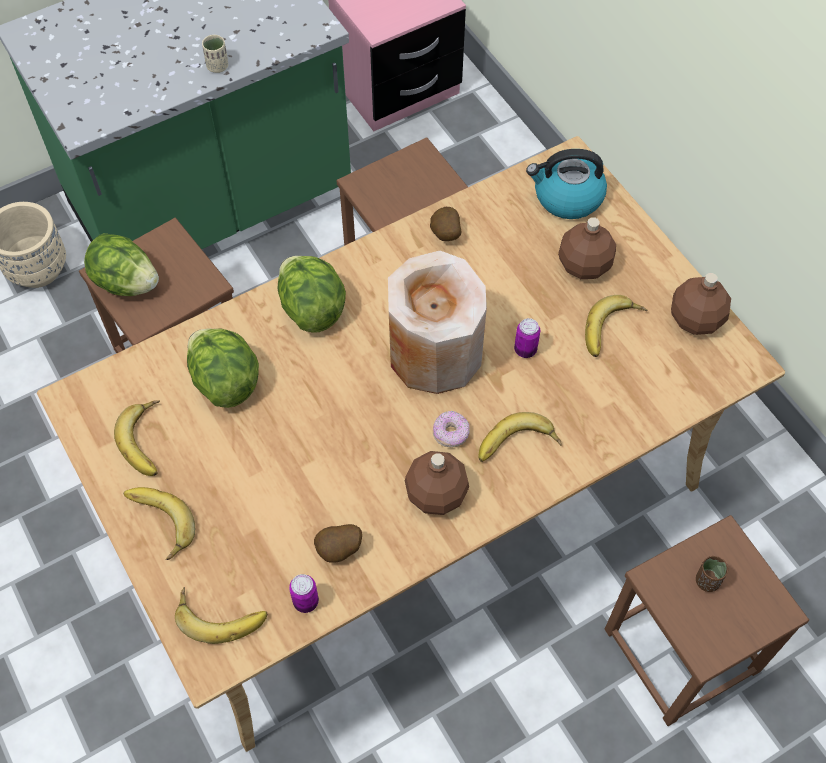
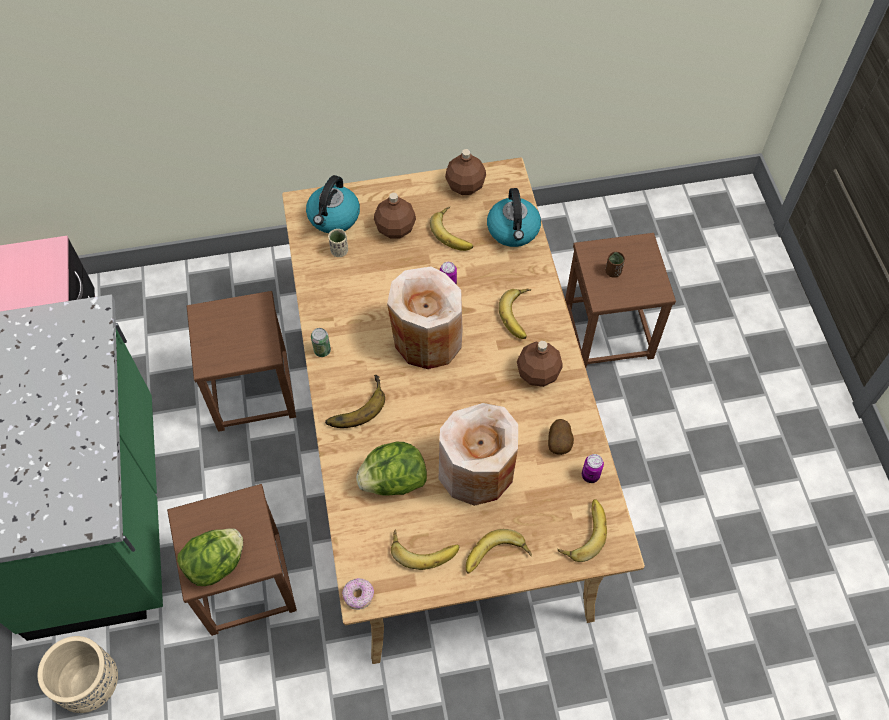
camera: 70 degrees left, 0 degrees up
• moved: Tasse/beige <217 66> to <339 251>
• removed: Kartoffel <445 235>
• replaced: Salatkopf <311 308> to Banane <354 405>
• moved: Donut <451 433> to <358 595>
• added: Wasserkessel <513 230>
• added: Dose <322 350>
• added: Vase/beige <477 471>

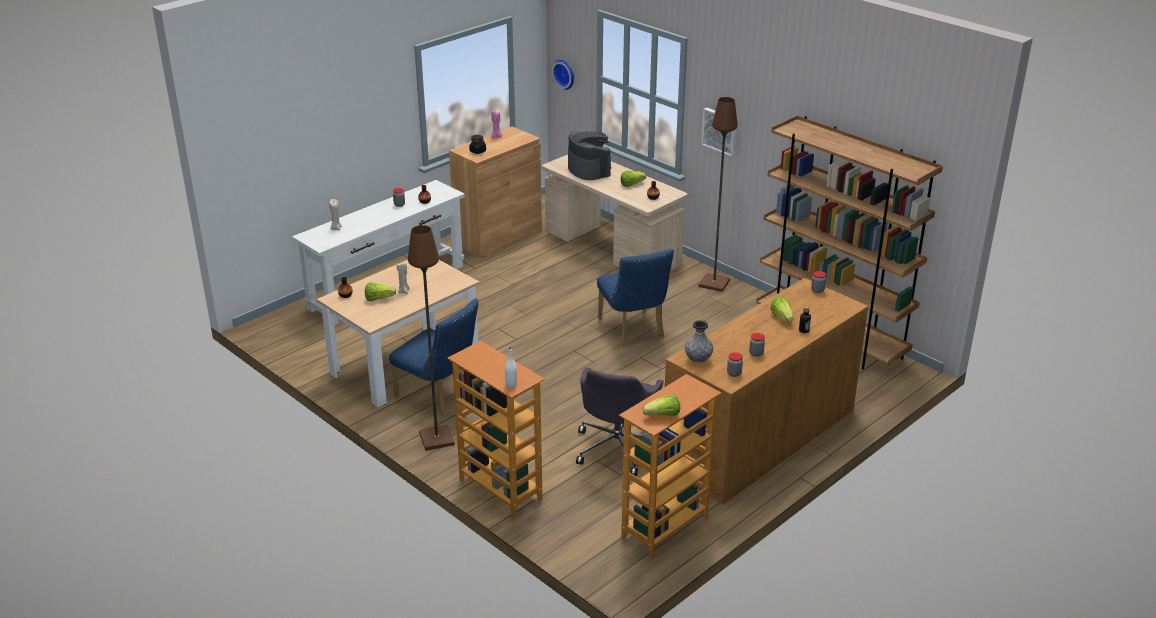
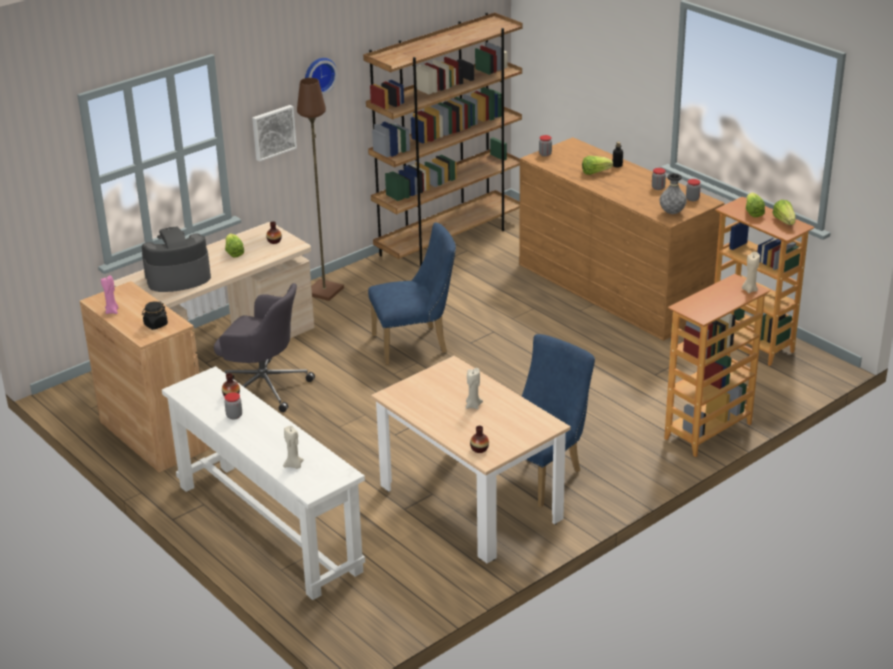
camera: 85 degrees left, 0 degrees up
• moved: Wanduhr <565 73> to <318 75>
• removed: Stehlampe/braun <436 439>
• moved: Salatkopf <378 298> to <753 212>
• replaced: Flasche/weiß <511 385> to Kerze/beige <749 290>
• moved: Bürostuhl/grau <618 447> to <263 387>

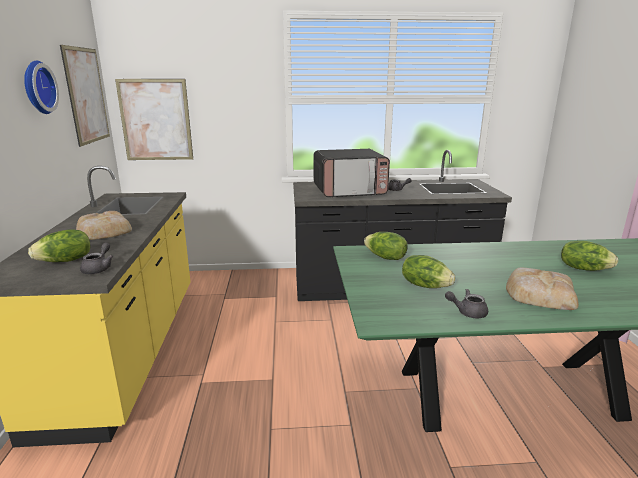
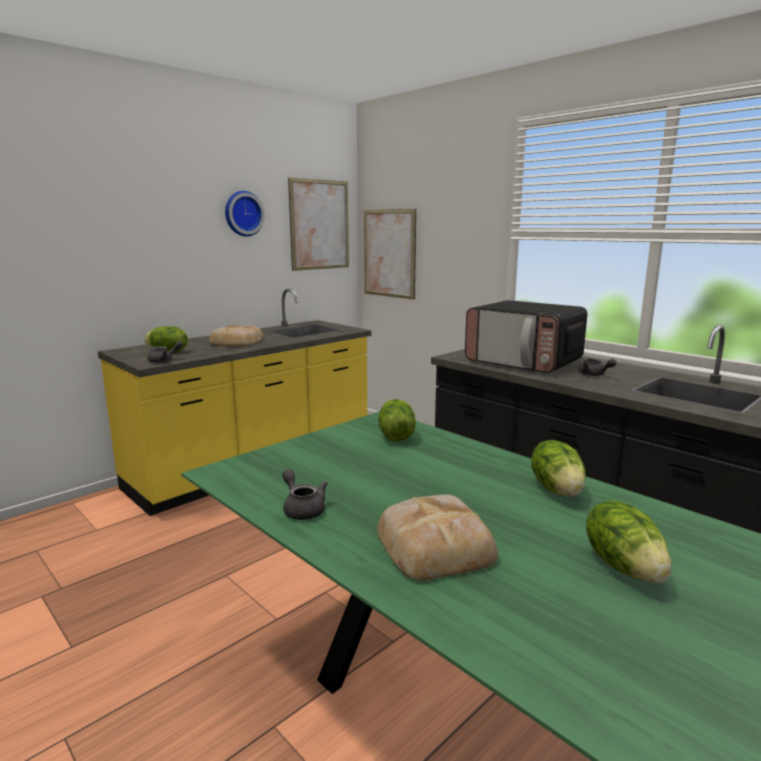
camera: 50 degrees right, 5 degrees down
• moved: Salatkopf <425 285> to <558 489>

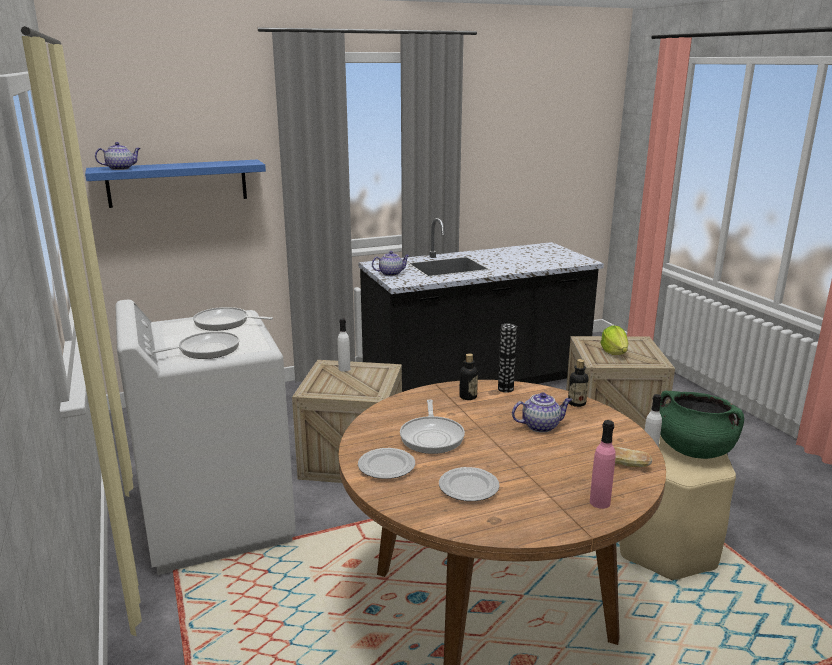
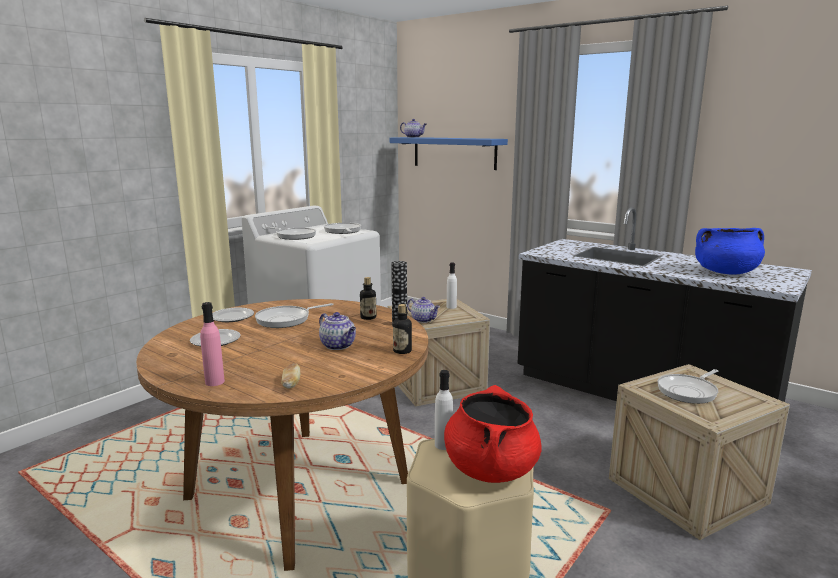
camera: 60 degrees right, 5 degrees down
• moved: Teekanne <391 273> to <424 320>
• replaced: Salatkopf <614 352> to Pfanne <689 391>
• recoloured: Kochtopf/grün <693 450> to Kochtopf/rot <490 469>
• added: Kochtopf/blau <725 272>

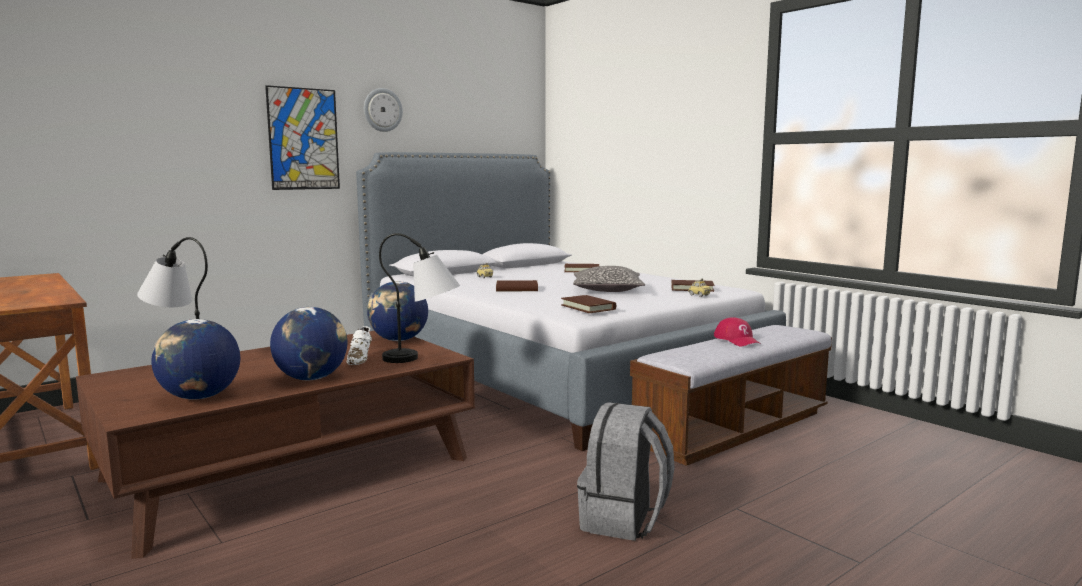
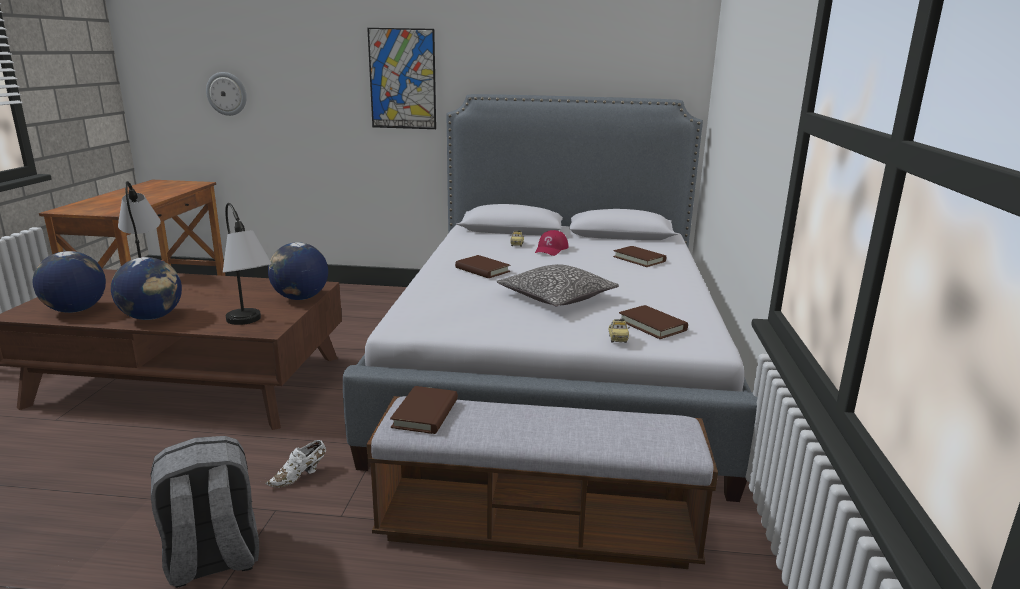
camera: 45 degrees right, 10 degrees up
• moved: Wanduhr <382 110> to <227 93>
• moved: Buch/braun <588 307> to <425 413>
• moved: Kappe/rot <737 340> to <551 249>
• moved: Schuh/weiß <360 359> to <300 476>

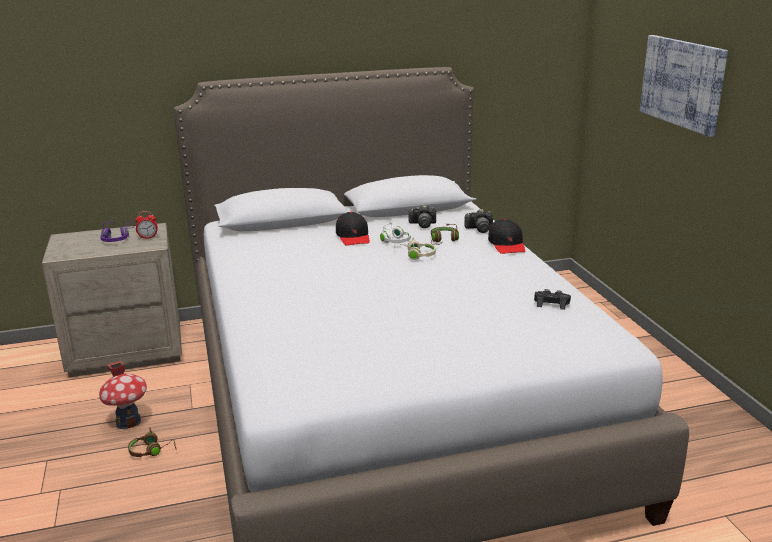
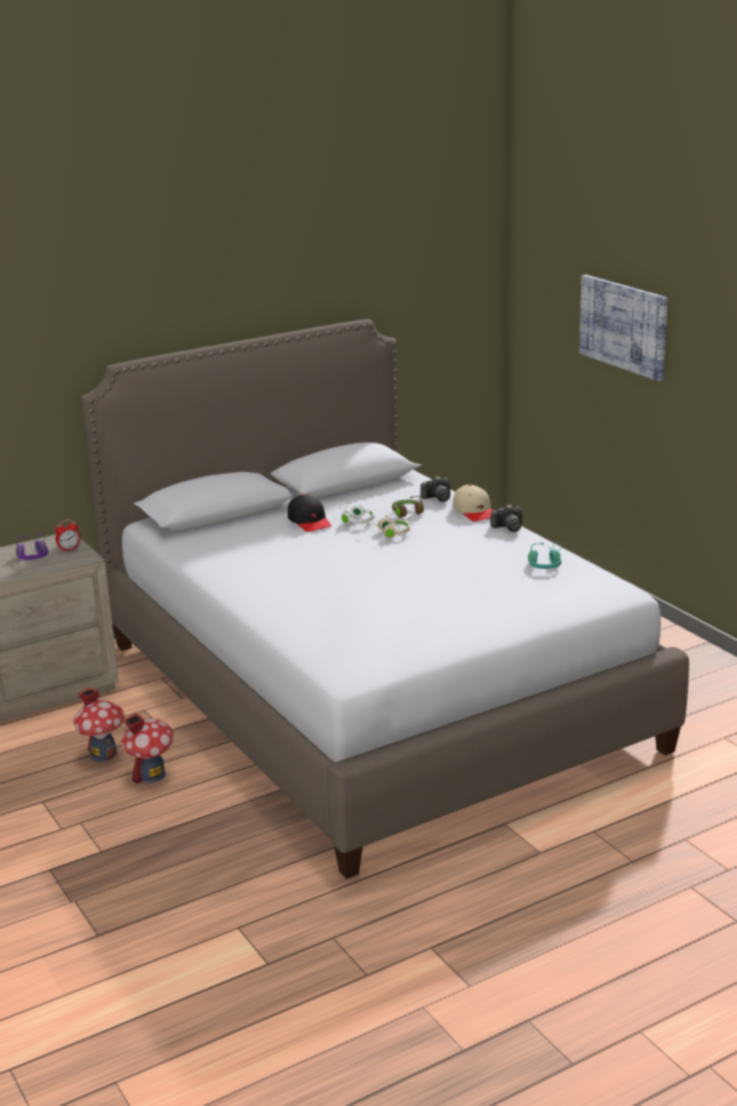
camera: 15 degrees left, 0 degrees up
• moved: Kamera <422 224> to <508 527>
• recoloured: Kappe/schwarz <507 244> to Kappe/beige <474 511>
• replaced: Gamepad/schwarz <551 303> to Kopfhörer/türkis <546 563>
• replaced: Kopfhörer/braun <152 450> to Spielzeughaus <151 775>

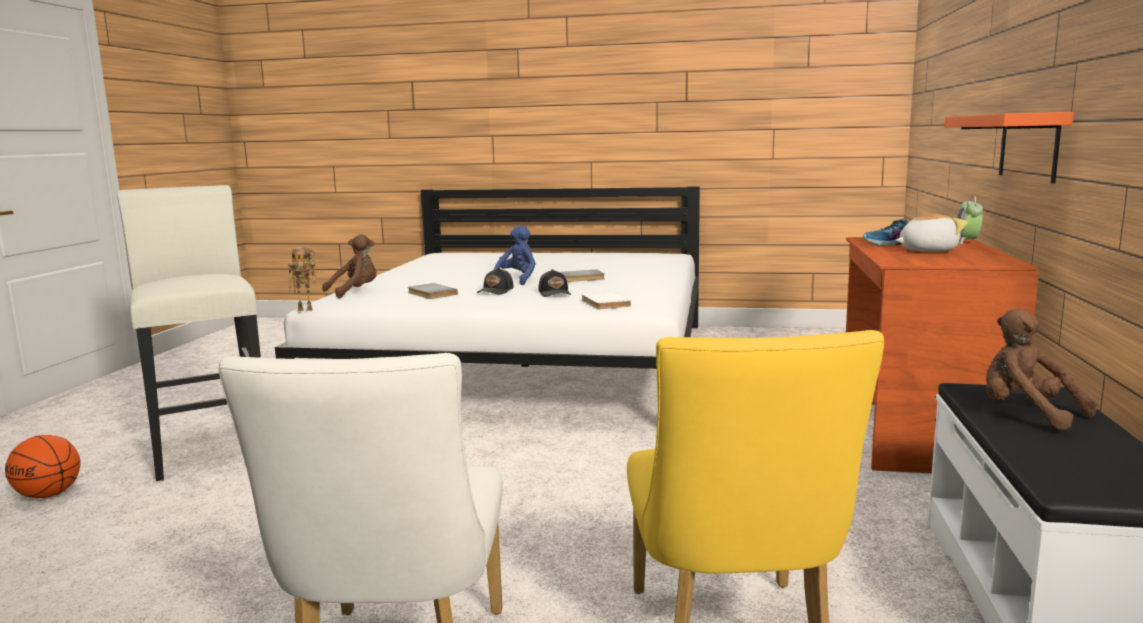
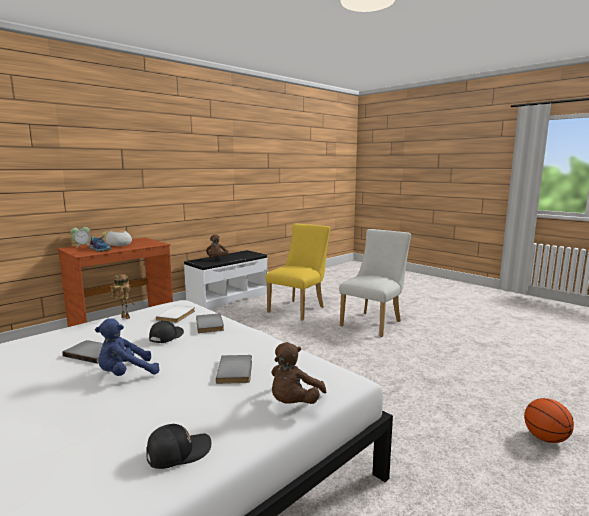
camera: 145 degrees left, 0 degrees up
• removed: Wandregal/orange <1028 146>
• removed: Hocker/weiß <211 448>
• turned: Plüschtier/braun <355 292> = <294 403> 60 degrees counterclockwise
• moved: Spielzeugroboter <306 310> to <124 318>
• moved: Kappe/schwarz <496 291> to <178 452>
• added: Buch/grau <211 324>

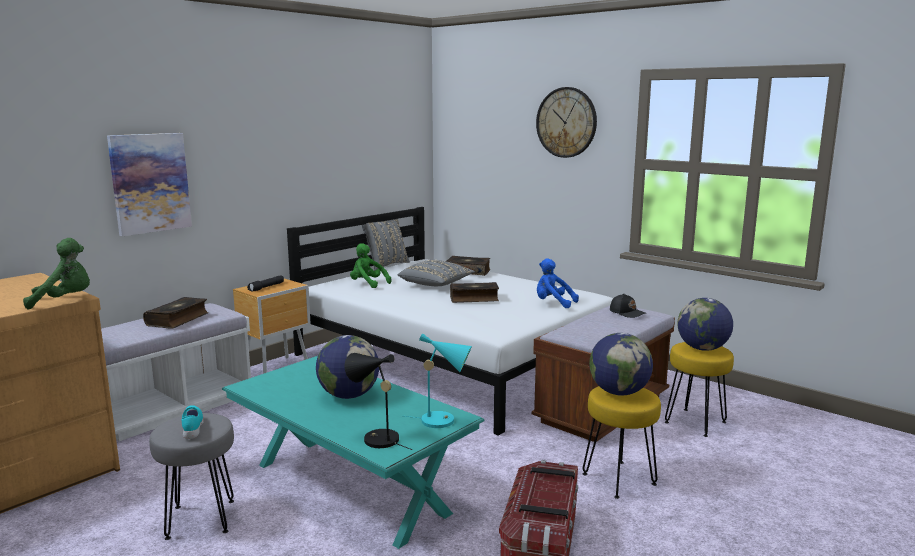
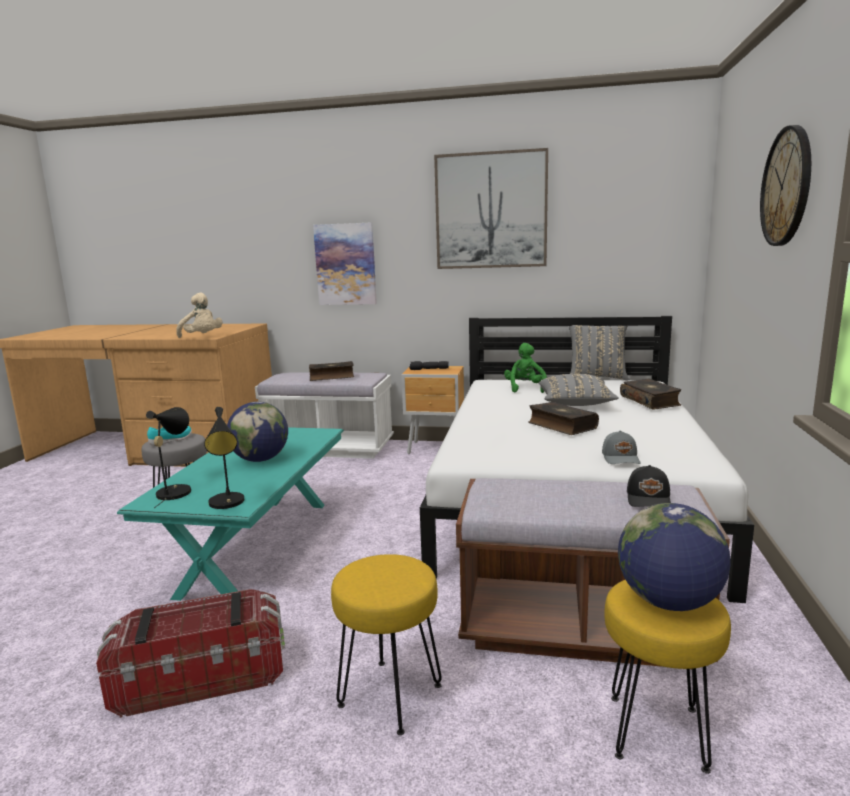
camera: 60 degrees right, 0 degrees up
• recoloured: Plüschtier/grün <64 301> to Plüschtier/beige <202 337>
• replaced: Plüschtier/blau <553 303> to Kappe/grau <621 458>
• recoloured: Tischlampe/türkis <443 421> to Tischlampe/schwarz <228 504>
• removed: Globus <619 392>
• added: Bild <491 211>

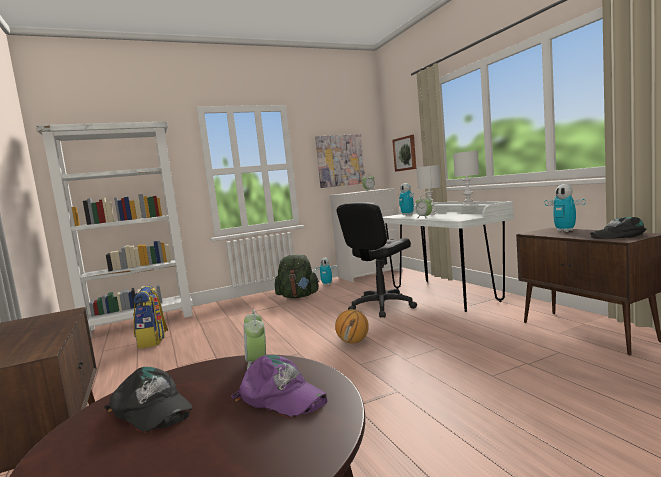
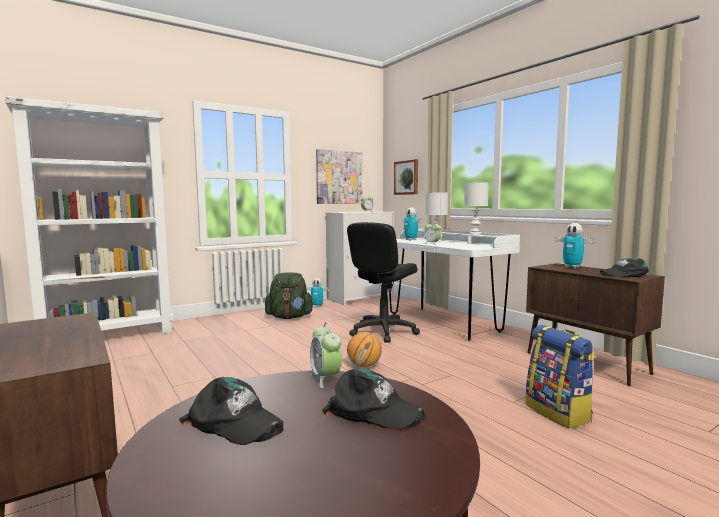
camera: 10 degrees left, 0 degrees up
• moved: Rucksack <153 341> to <558 413>
• recoloured: Kappe/lila <281 397> to Kappe/schwarz <374 411>

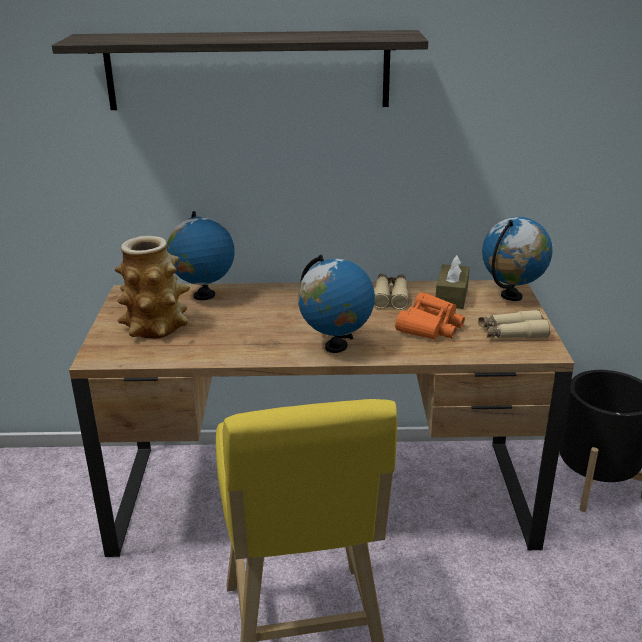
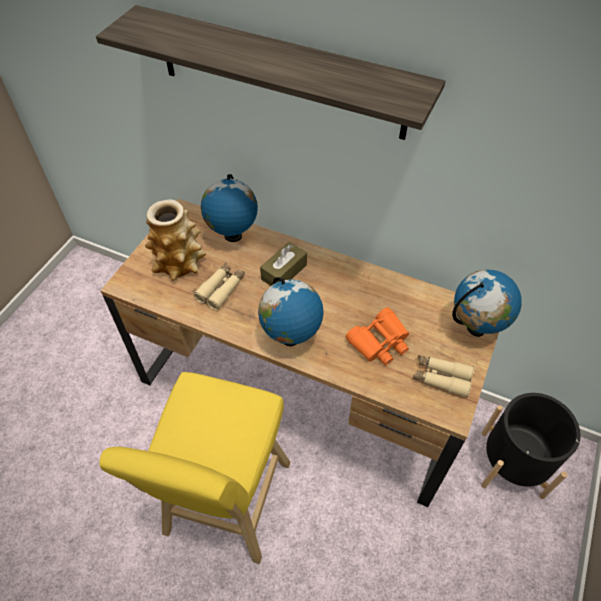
camera: 25 degrees right, 25 degrees up
• moved: Taschentuchbox/braun <451 296> to <284 272>
• moved: Fernglas/beige <390 296> to <221 289>

